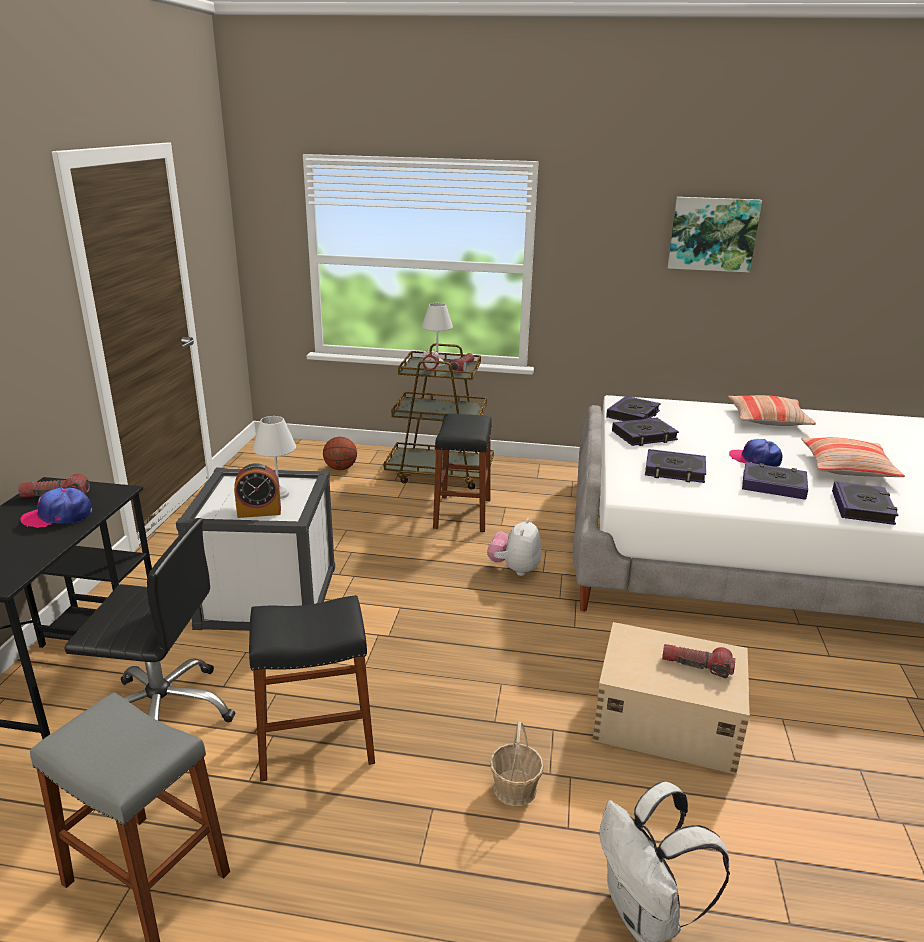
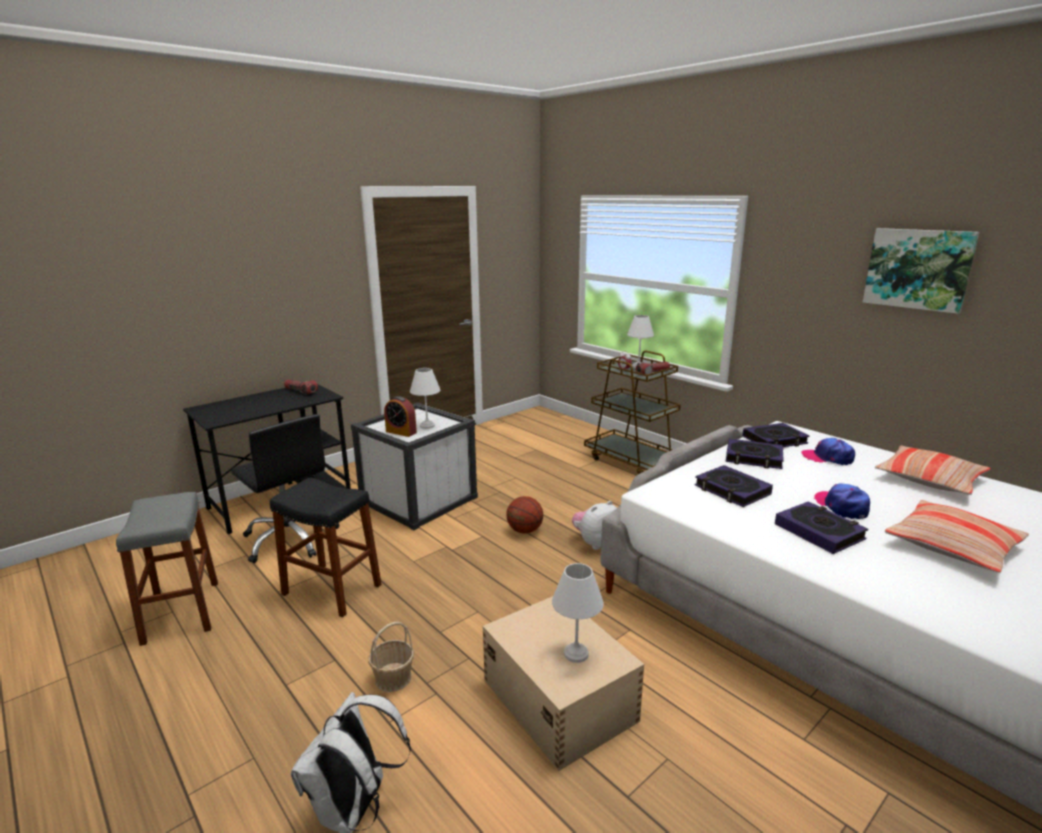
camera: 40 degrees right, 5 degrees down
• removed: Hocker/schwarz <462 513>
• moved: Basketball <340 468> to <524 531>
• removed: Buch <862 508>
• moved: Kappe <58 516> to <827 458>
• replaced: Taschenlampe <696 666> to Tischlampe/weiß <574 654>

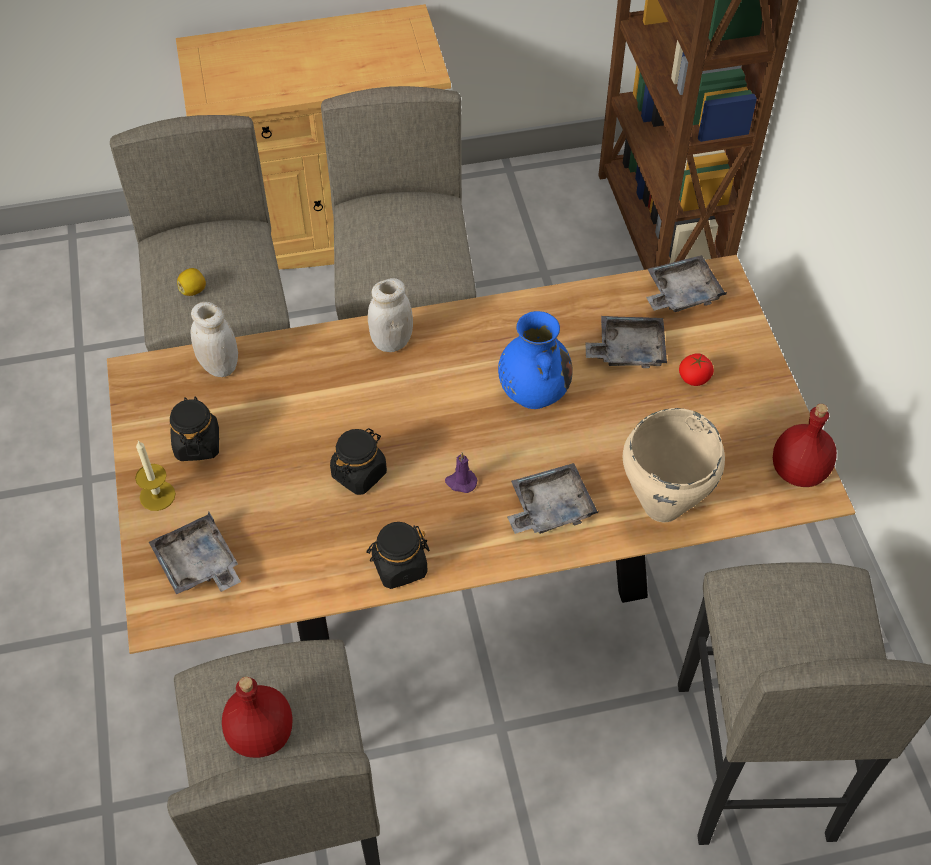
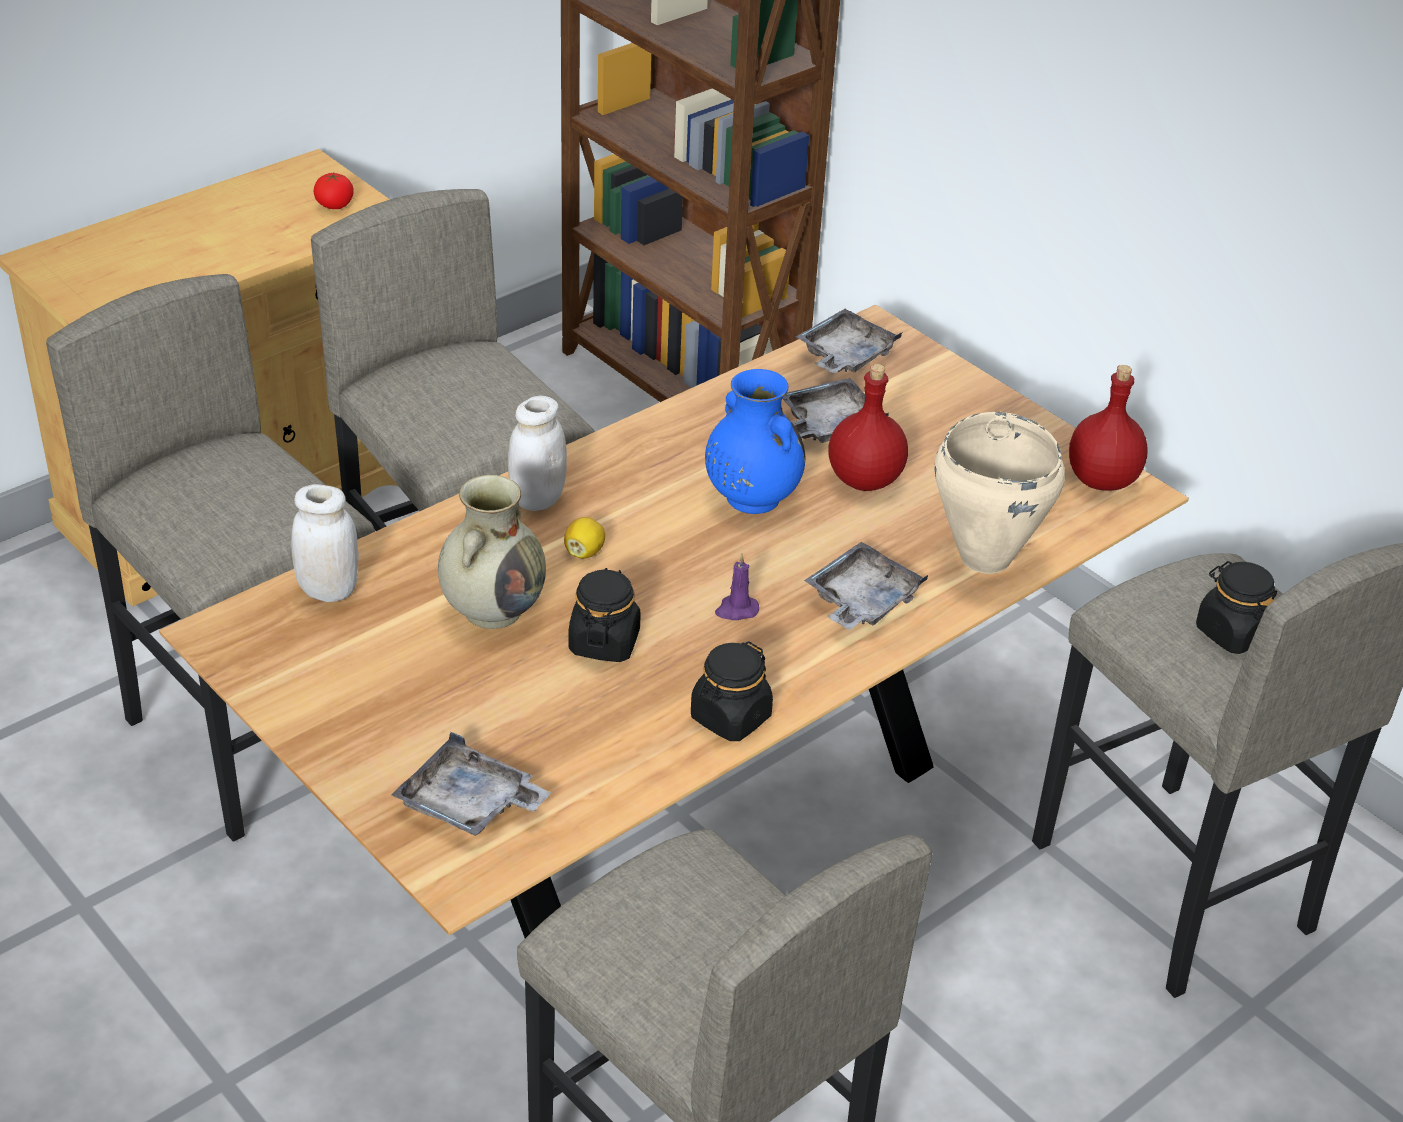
camera: 30 degrees left, 15 degrees down
• moved: Zitrone <193 290> to <584 552>
• moved: Tomate <694 378> to <334 205>
• moved: Vorratsglas/schwarz <197 444> to <1232 632>
• removed: Kerze <157 495>
• moved: Flasche/rot <262 734> to <866 479>
• added: Vase/beige <493 609>

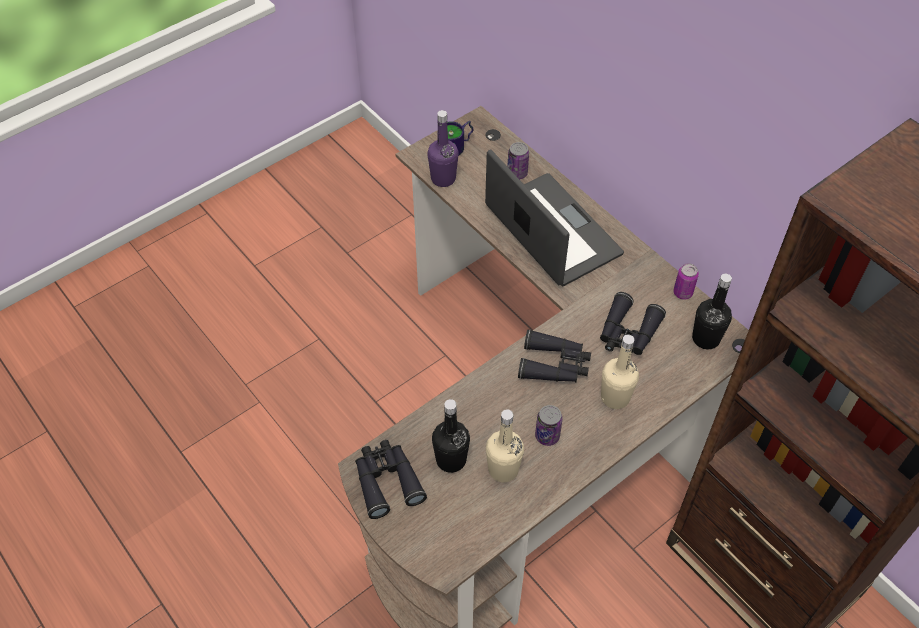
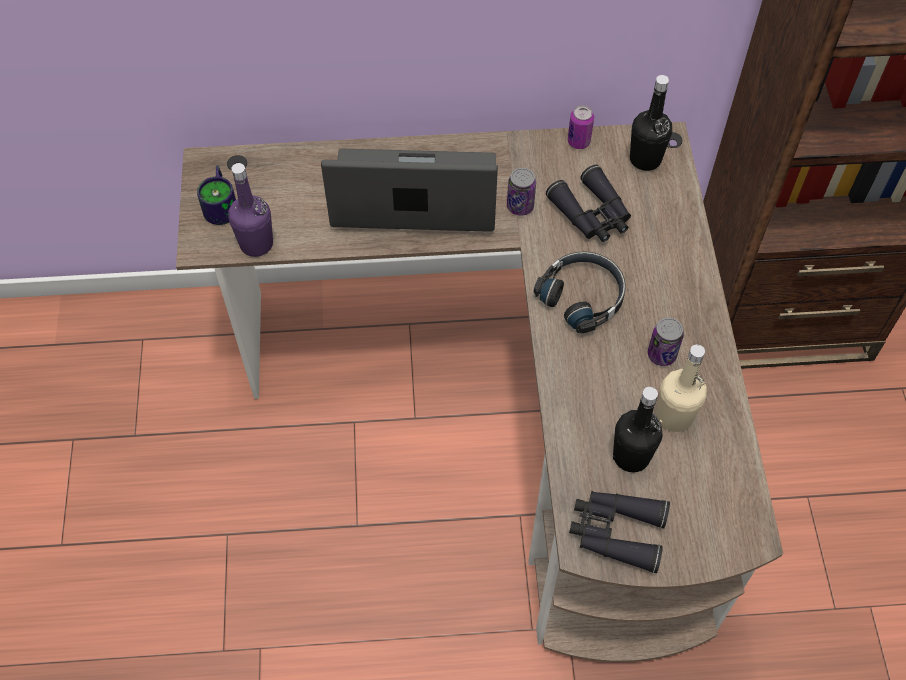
camera: 55 degrees left, 5 degrees up
• moved: Dose <517 173> to <520 206>
• replaced: Fernglas/schwarz <555 365> to Kopfhörer/schwarz <583 296>
• removed: Flasche/beige <615 397>

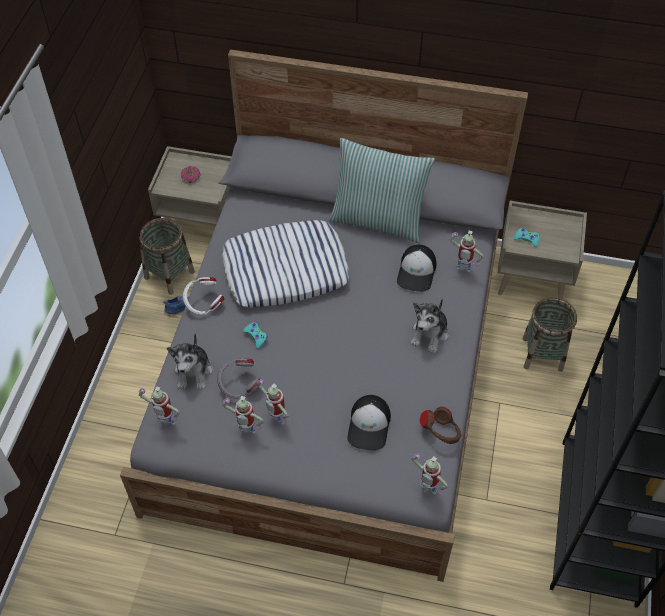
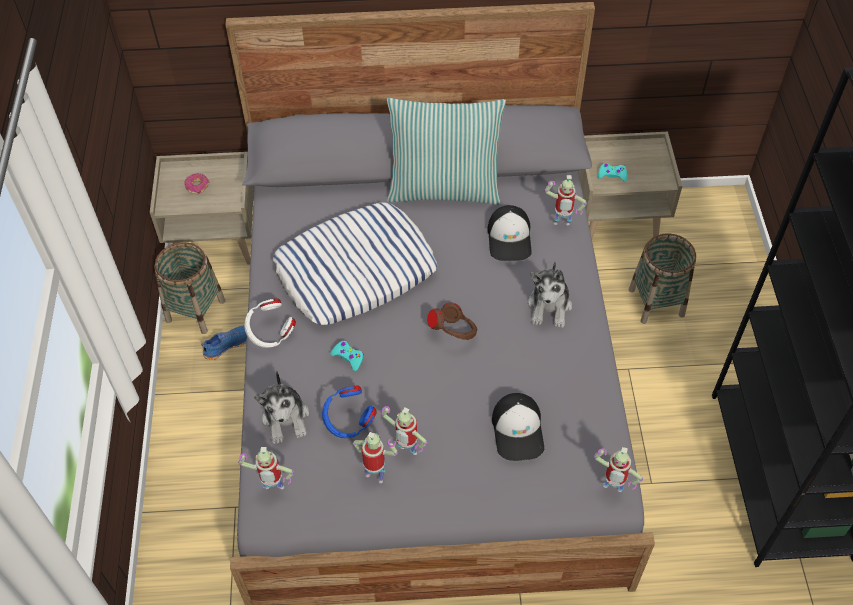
camera: 15 degrees left, 0 degrees up
• recoloured: Kopfhörer/grau <239 386> to Kopfhörer/blau <348 422>
• turned: Spielzeugroboter <247 432> = <376 476> 150 degrees counterclockwise
• moved: Kopfhörer/braun <441 433> to <454 333>

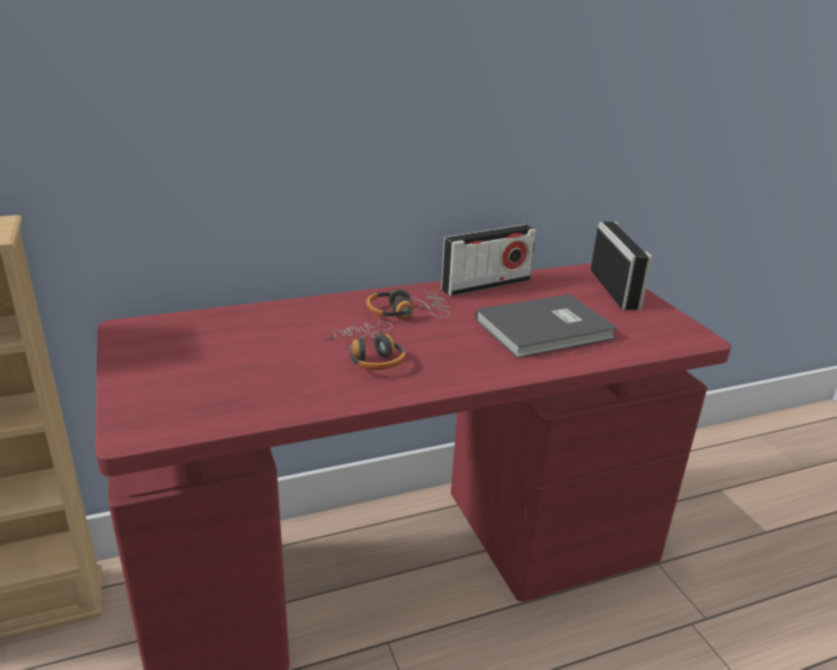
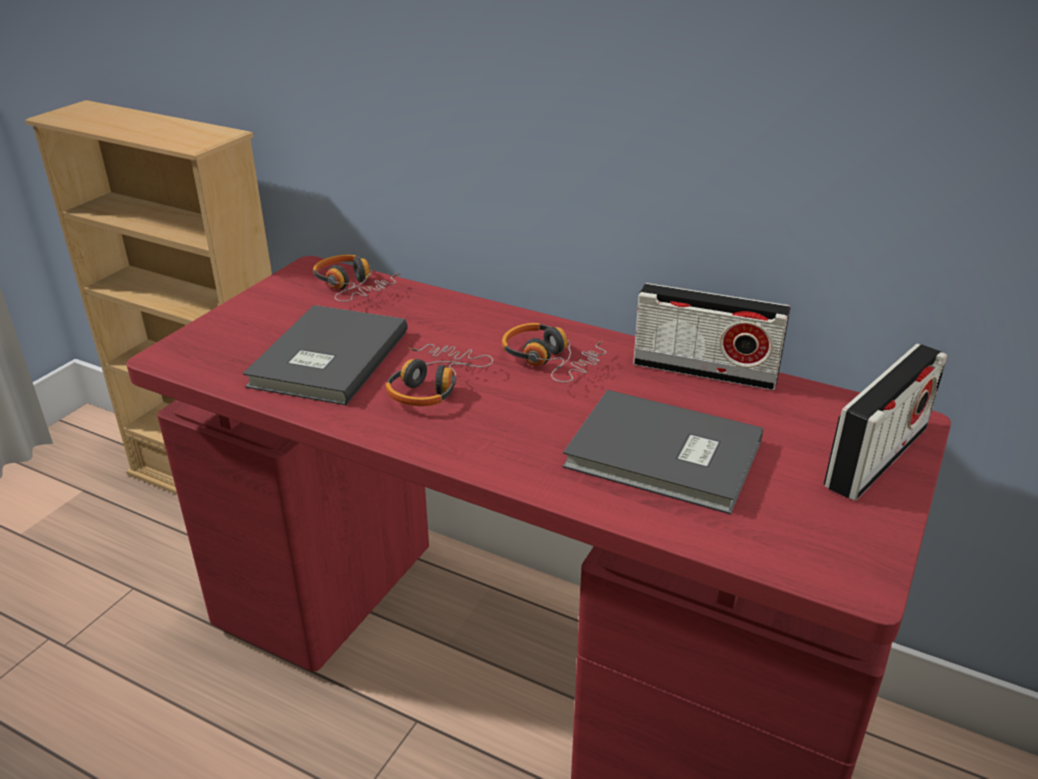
camera: 50 degrees right, 5 degrees up
• added: Kopfhörer <353 286>
• added: Buch/grau <325 359>

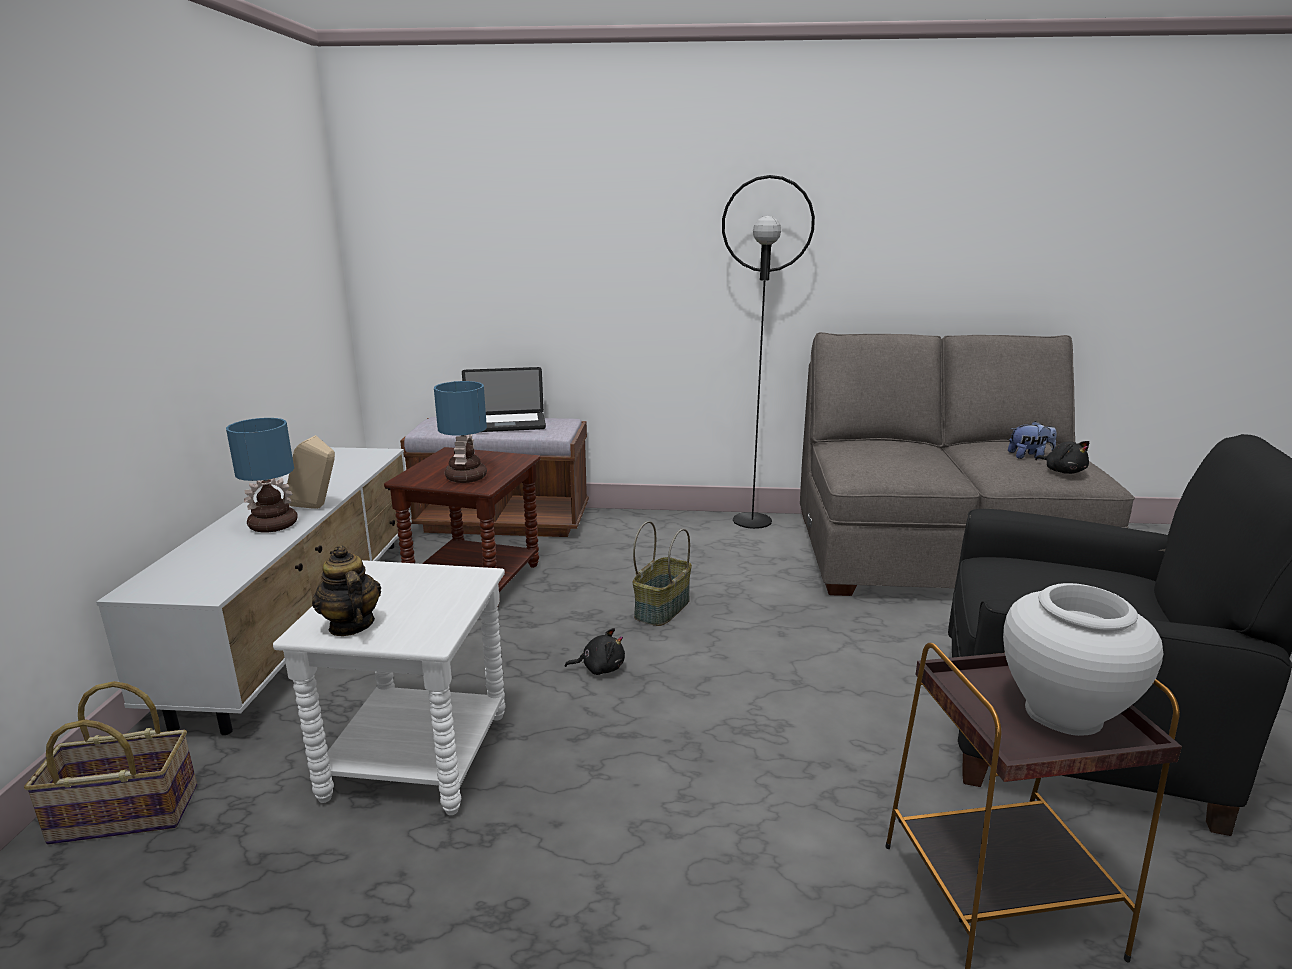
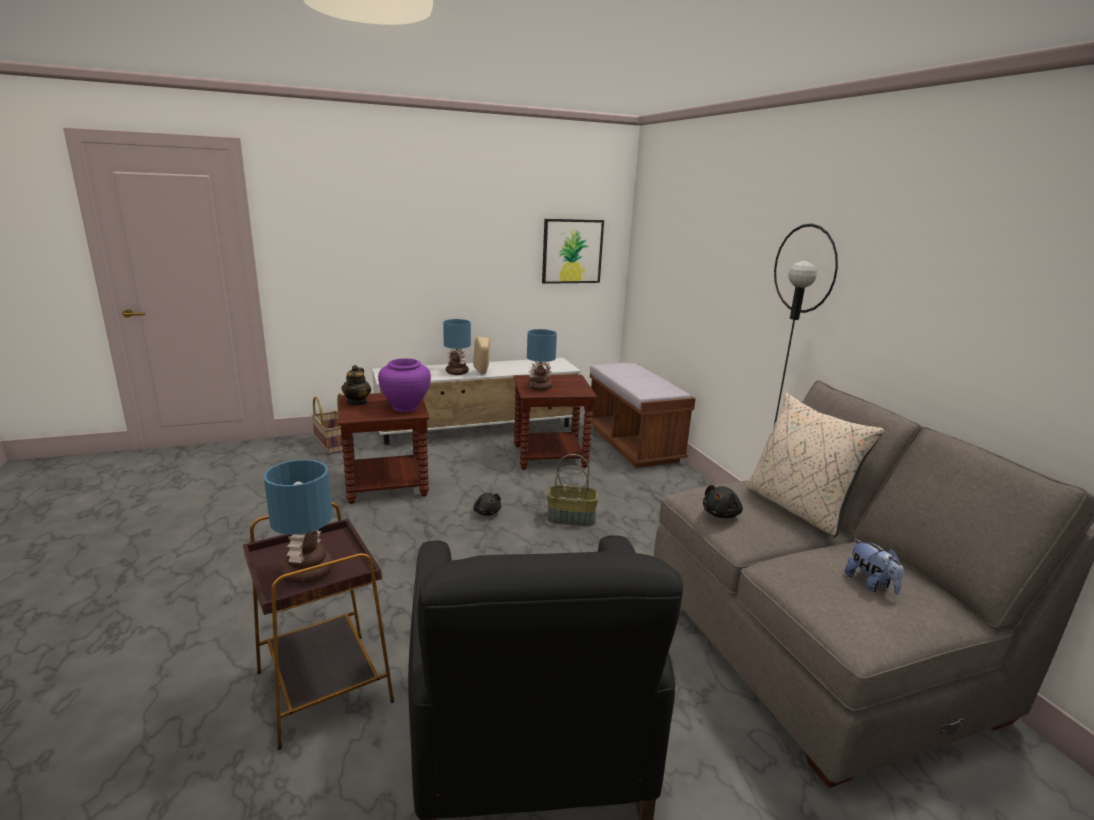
camera: 65 degrees right, 0 degrees up
• removed: Laptop <505 424>
• moved: Plüschtier/schwarz <1063 471> to <721 514>
• turned: Teekanne <351 625> = <357 402> 150 degrees clockwise
• recoloured: Beistelltisch/weiß <416 755> to Beistelltisch/braun <387 484>
• replaced: Vase/weiß <1063 714> to Tischlampe <307 572>
• added: Bild <572 251>
• added: Vase/lila <405 407>
• added: Kissen/beige <797 508>

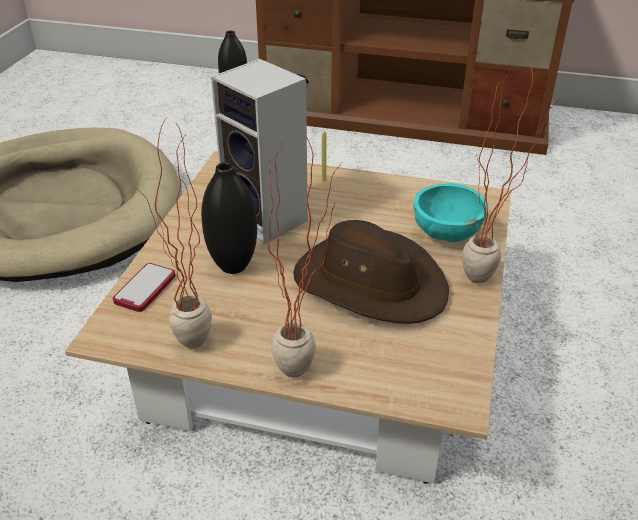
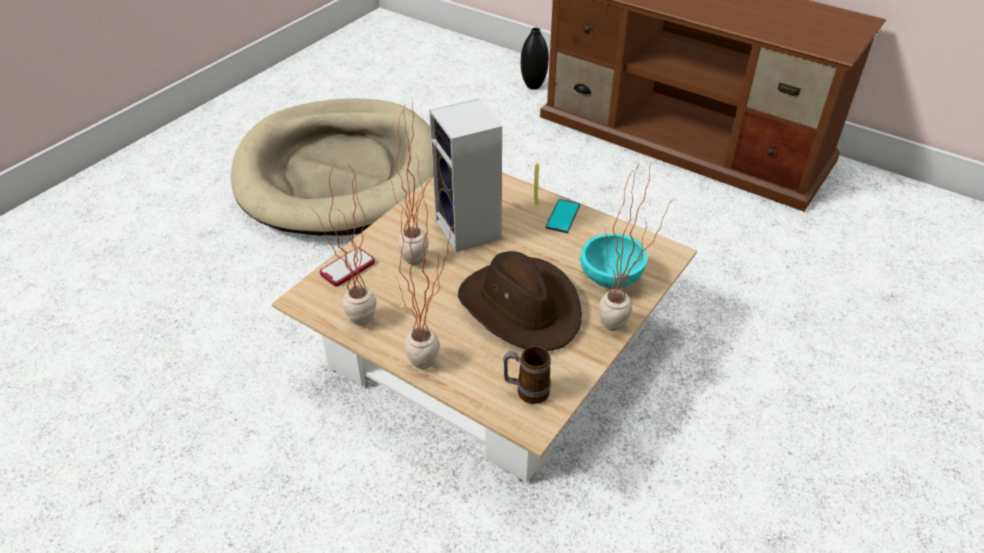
camera: 20 degrees right, 5 degrees up
• replaced: Vase/schwarz <233 266> to Topfpflanze <421 265>
• added: Handy <562 216>
• added: Henkelbecher <526 391>

